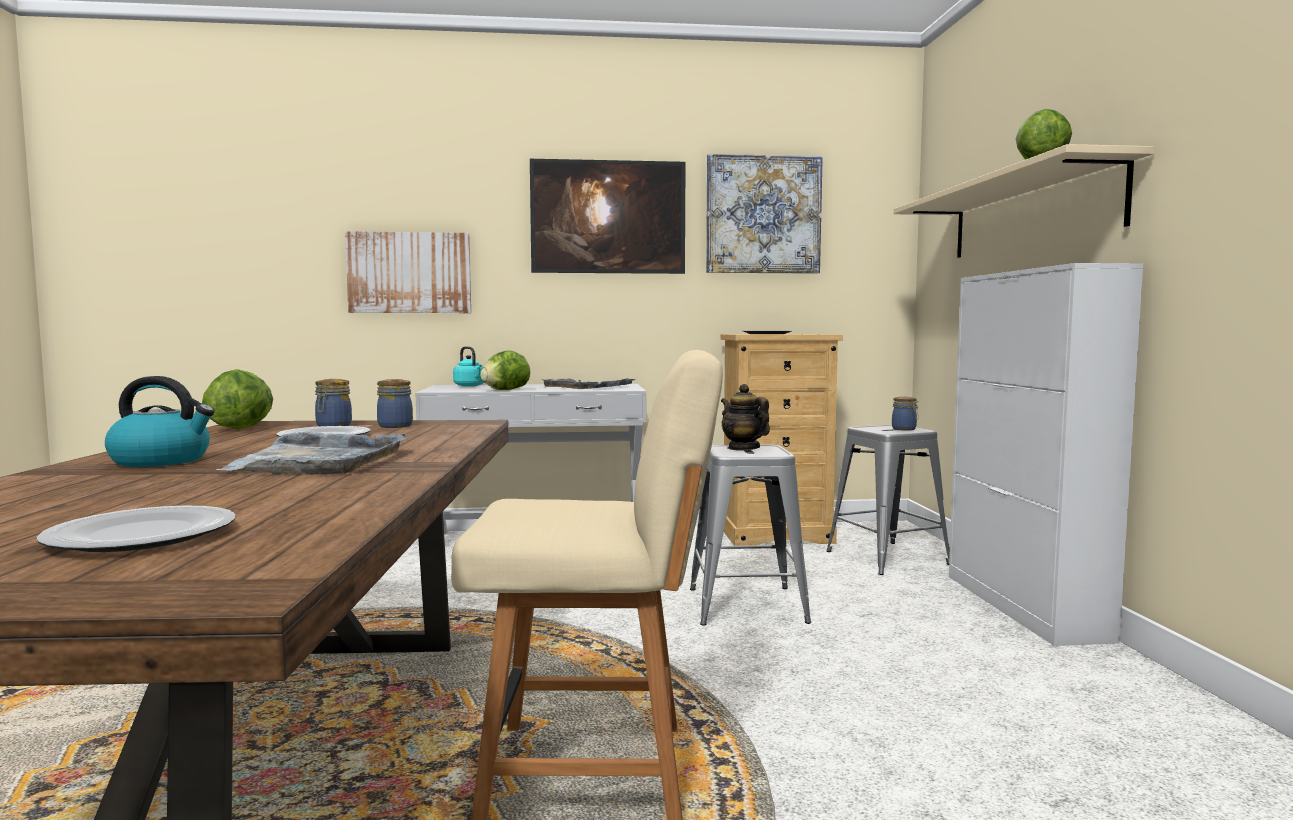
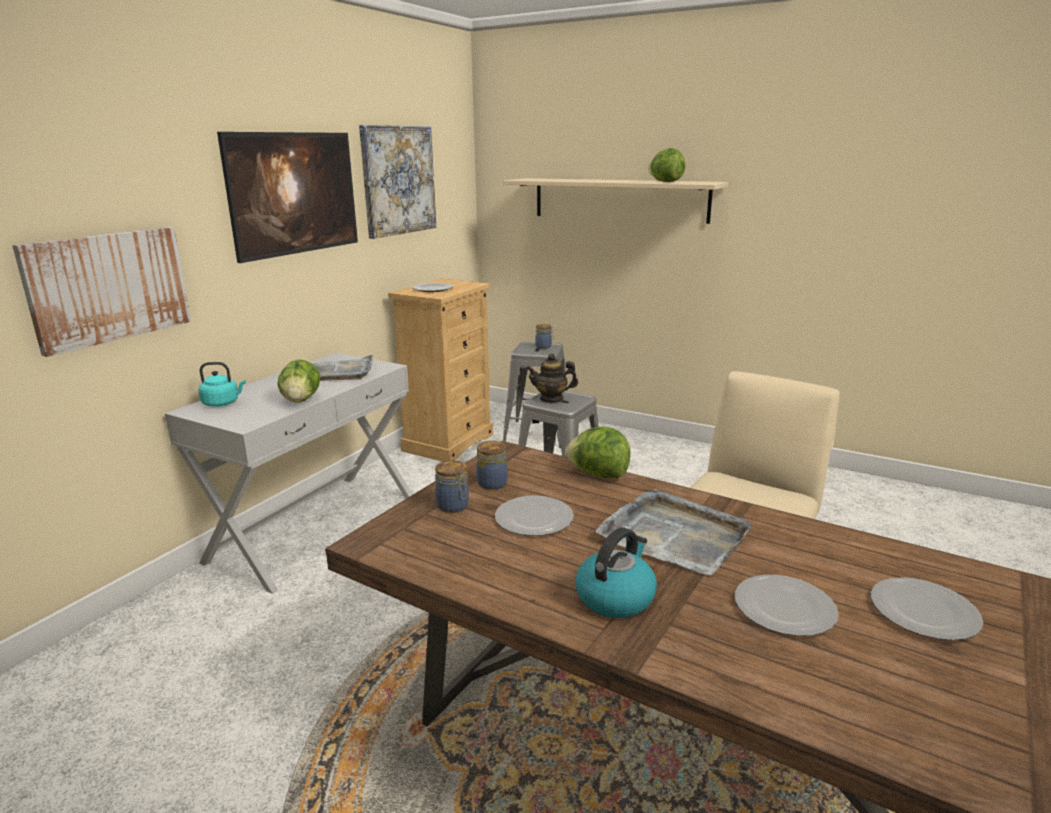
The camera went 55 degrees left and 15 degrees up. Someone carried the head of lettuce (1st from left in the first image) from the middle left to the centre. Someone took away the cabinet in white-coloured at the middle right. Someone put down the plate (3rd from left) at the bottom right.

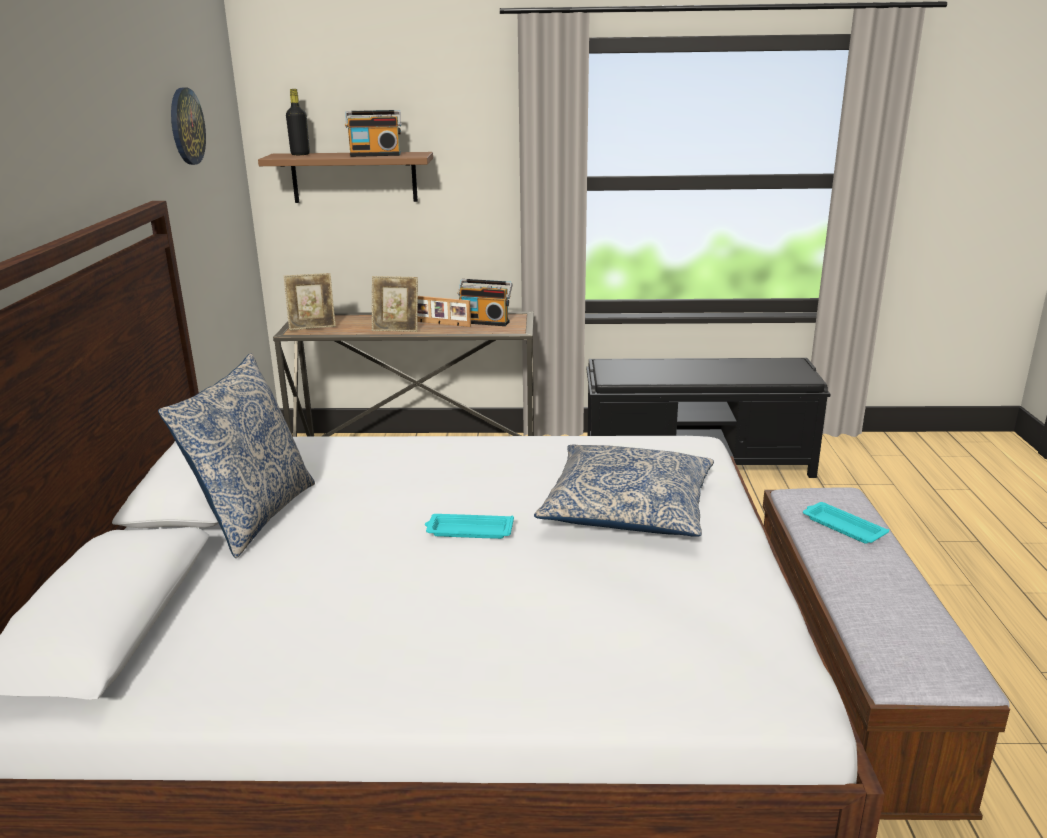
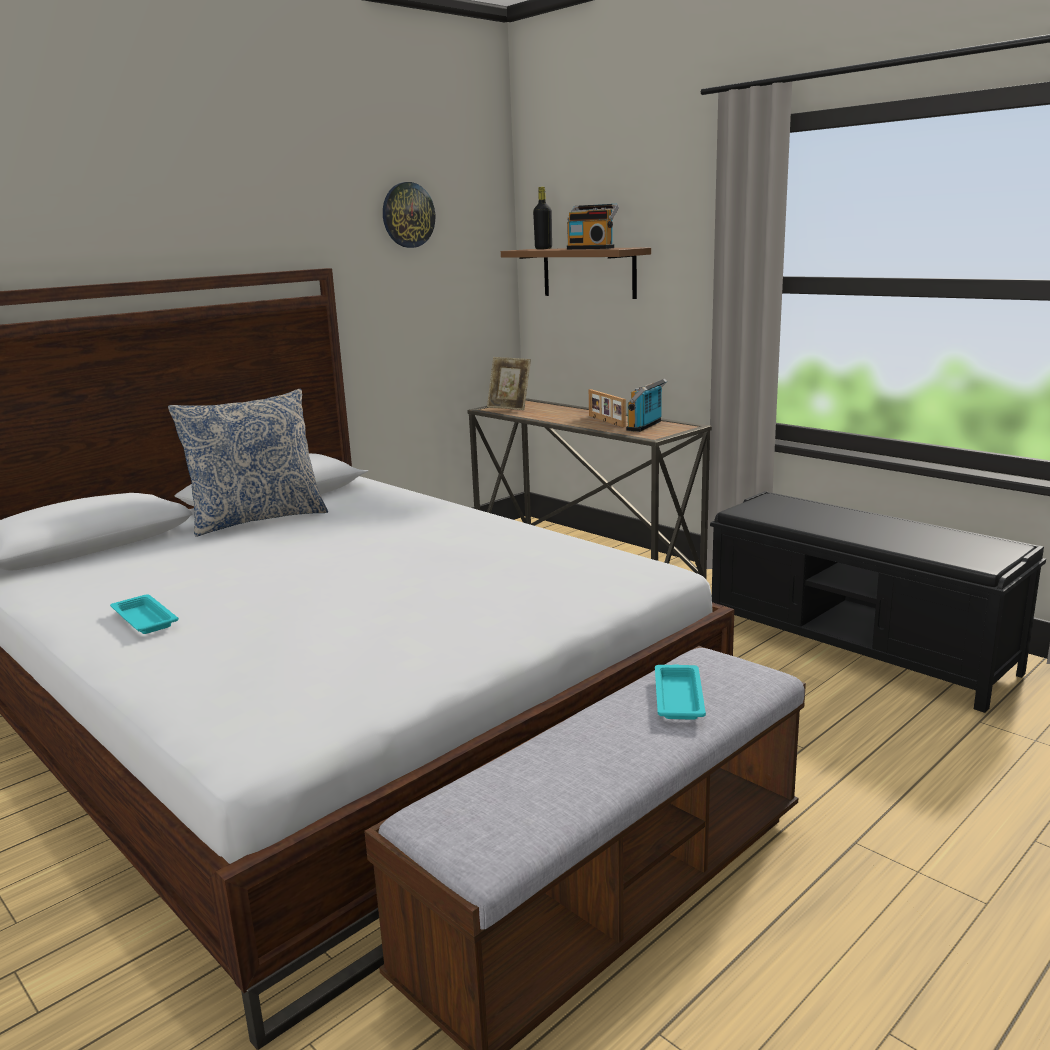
The camera went 45 degrees right and 5 degrees down. Someone took away the photo frame (2nd from left) at the centre. Someone carried the serving tray in turquoise (1st from left) from the centre to the middle left. Someone rotated the radio set (2nd from left) at the centre by 60 degrees clockwise. Someone took away the pillow (2nd from left) at the centre.

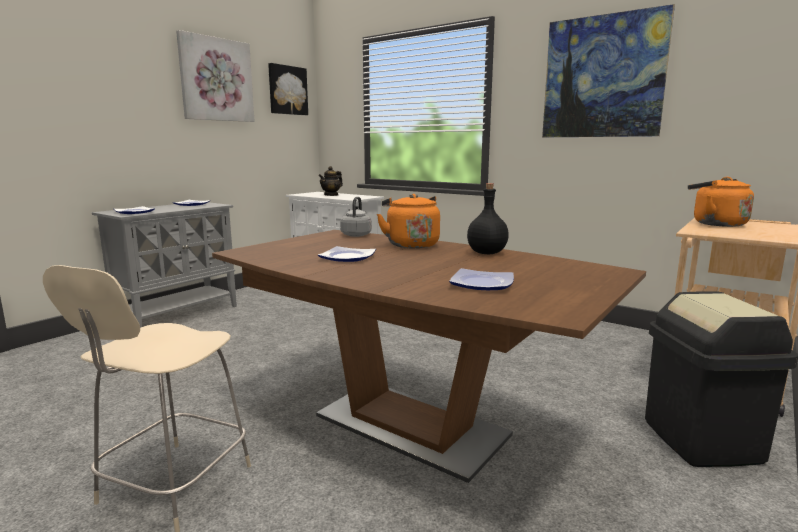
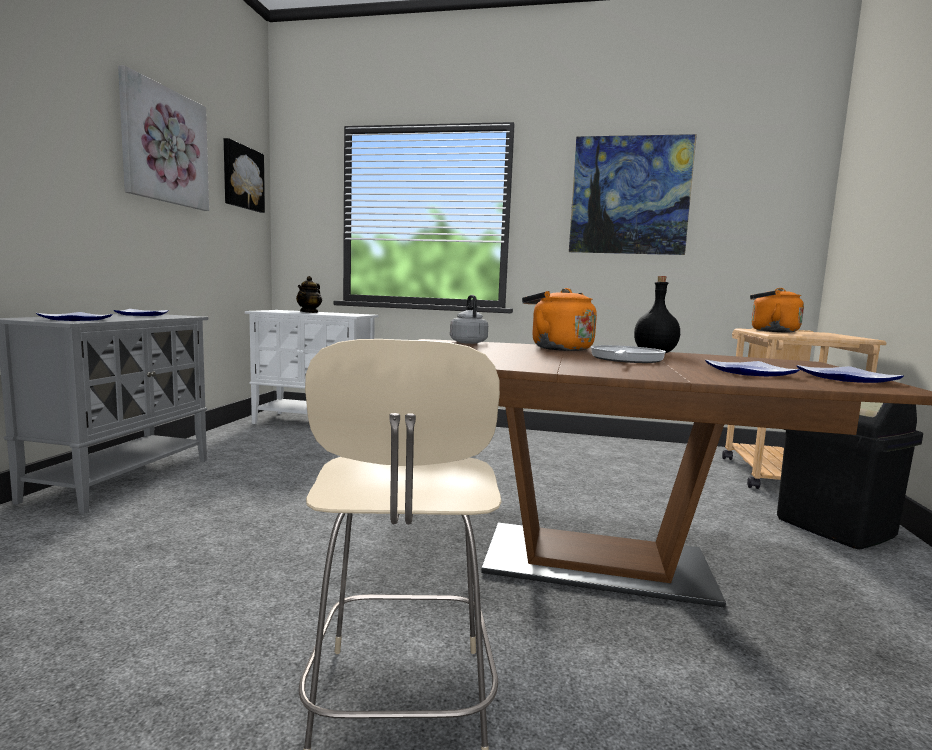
The camera went 25 degrees left and 5 degrees down. Someone carried the plate (3rd from left in the first image) from the centre to the middle right. Someone put down the pan at the middle right.

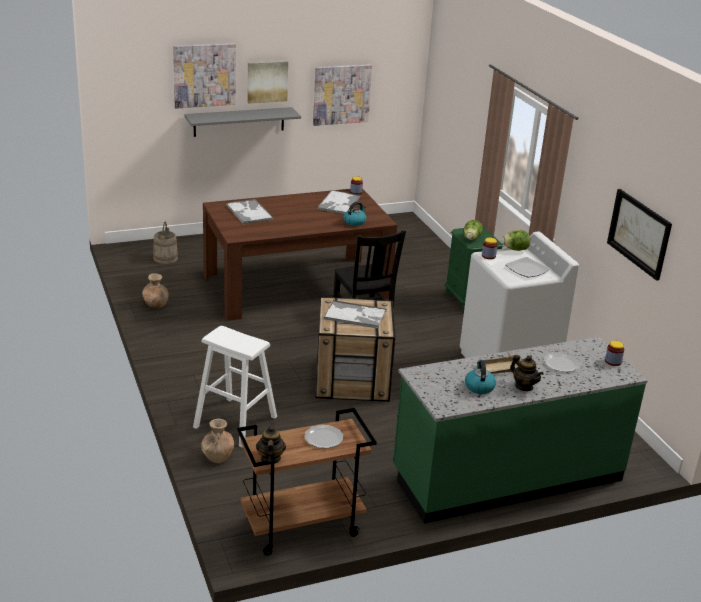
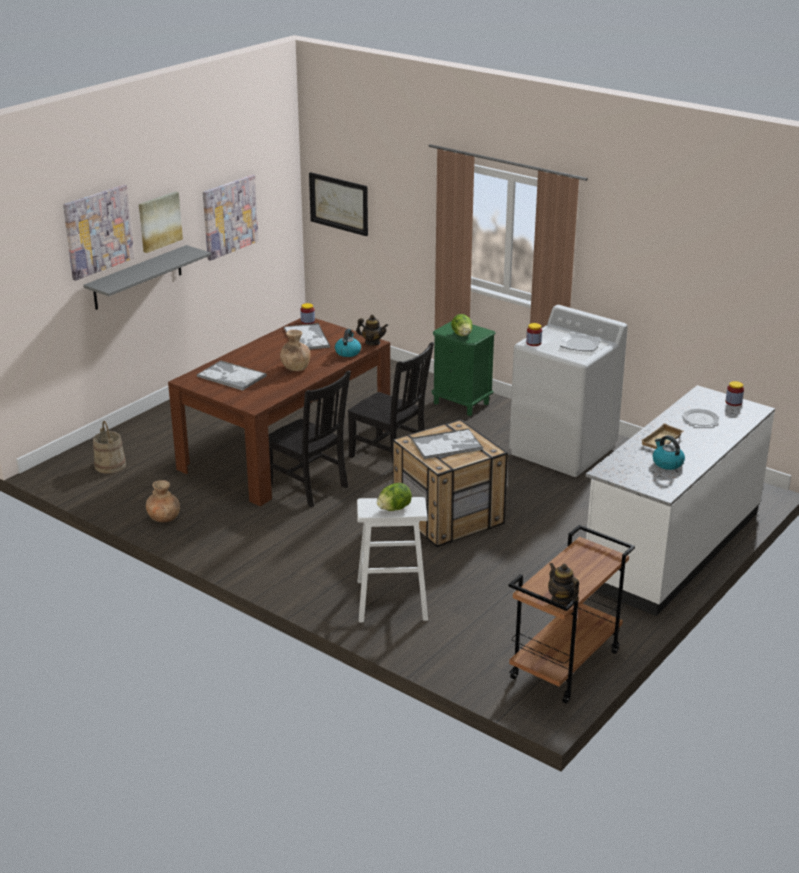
The camera went 30 degrees left and 0 degrees up. Someone carried the flower vase in brownish (2nd from left) from the bottom left to the centre. Someone took away the plate (1st from left) at the bottom centre. Someone repainted the kitchen counter in green at the bottom right, which became the kitchen counter in white-coloured at the middle right. Someone carried the head of lettuce (2nd from left in the first image) from the middle right to the centre. Someone carried the tea pot (2nd from left in the first image) from the middle right to the centre. Someone carried the wall art (4th from left) from the middle right to the top centre. Someone put down the chair in black-coloured (1st from left) at the centre.

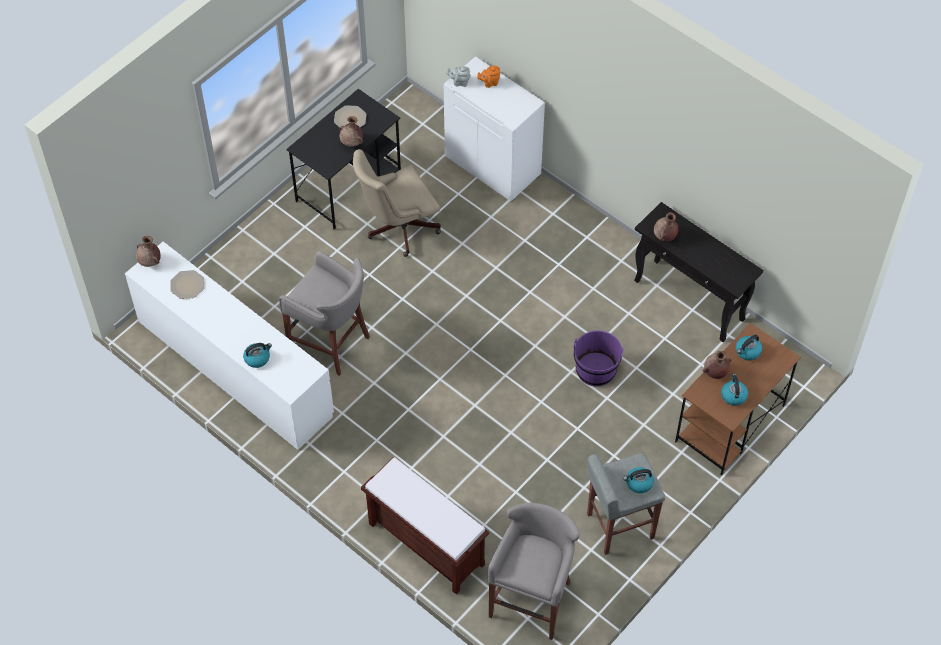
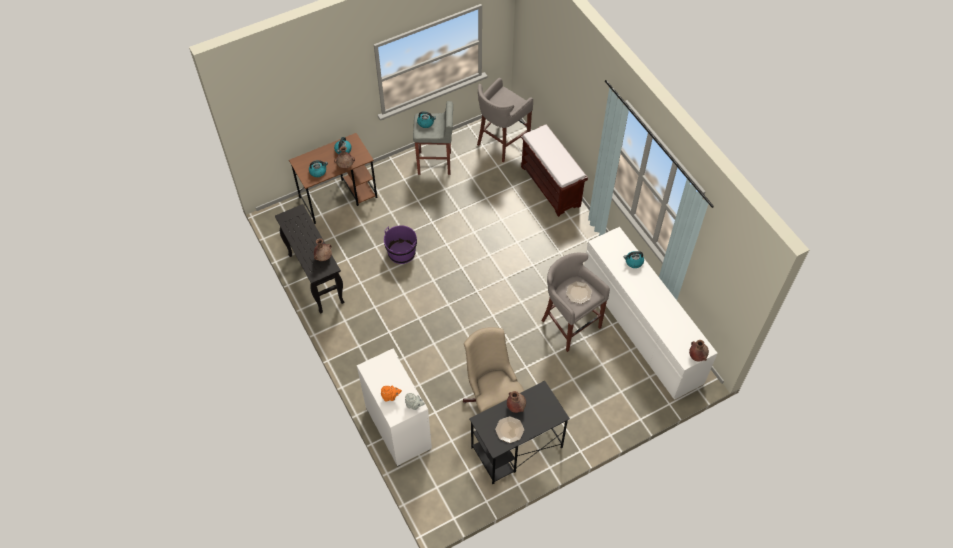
The camera went 160 degrees left and 0 degrees up. Someone carried the plate (1st from left in the first image) from the middle left to the centre. Someone rotated the computer chair in sand-coloured at the top centre by 105 degrees counterclockwise.

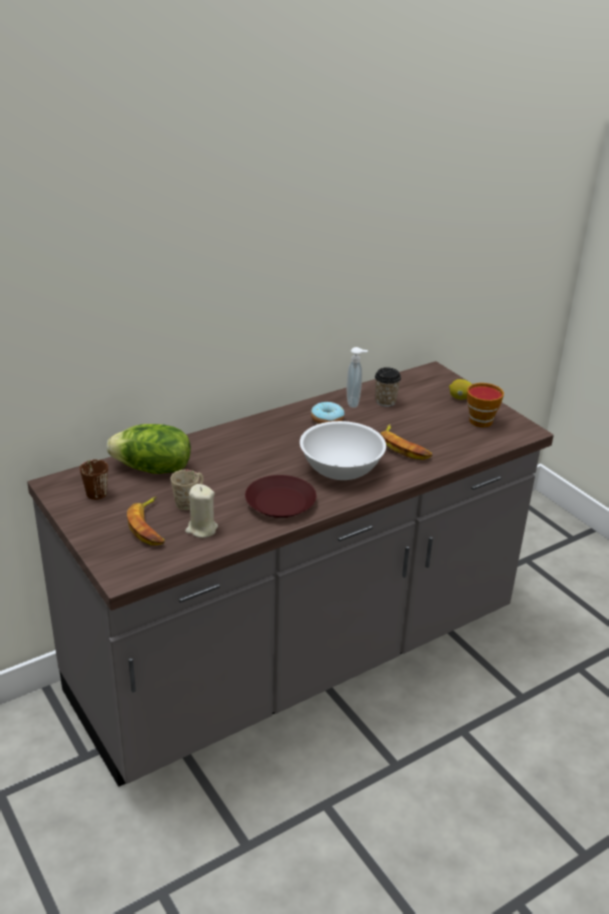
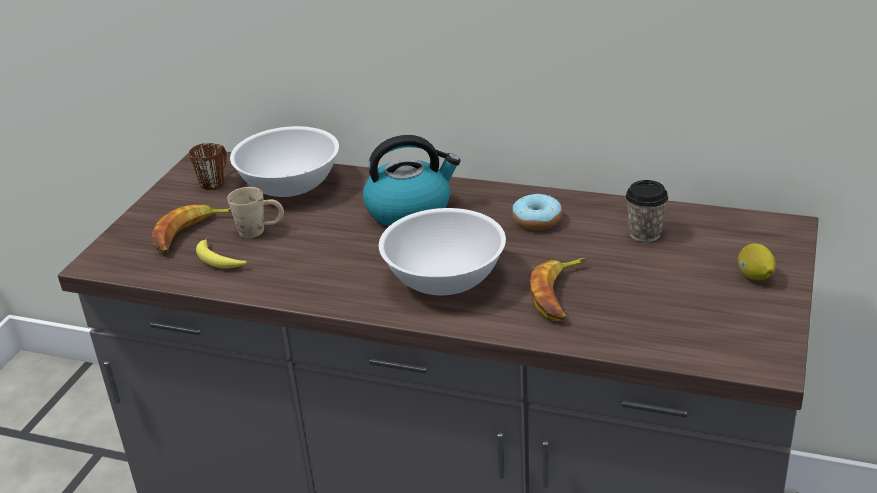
The camera went 55 degrees right and 0 degrees up. Someone swapped the head of lettuce at the middle left for the deep dish in white-coloured (1st from left) at the top left. Someone swapped the candle in sand-coloured at the middle left for the whole banana (2nd from left) at the middle left. Someone took away the plate in brownish at the centre. Someone took away the soap dispenser at the centre. Someone took away the cup (2nd from left) at the middle right. Someone put down the water kettle at the centre.

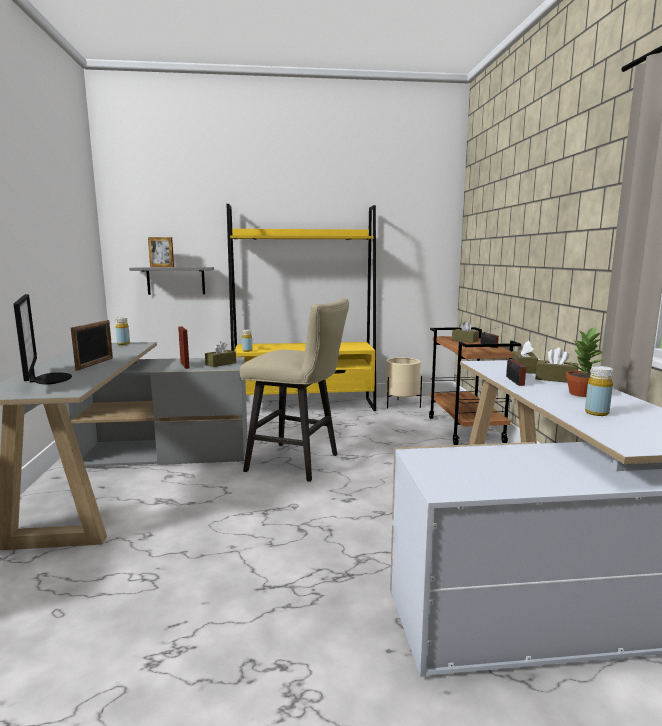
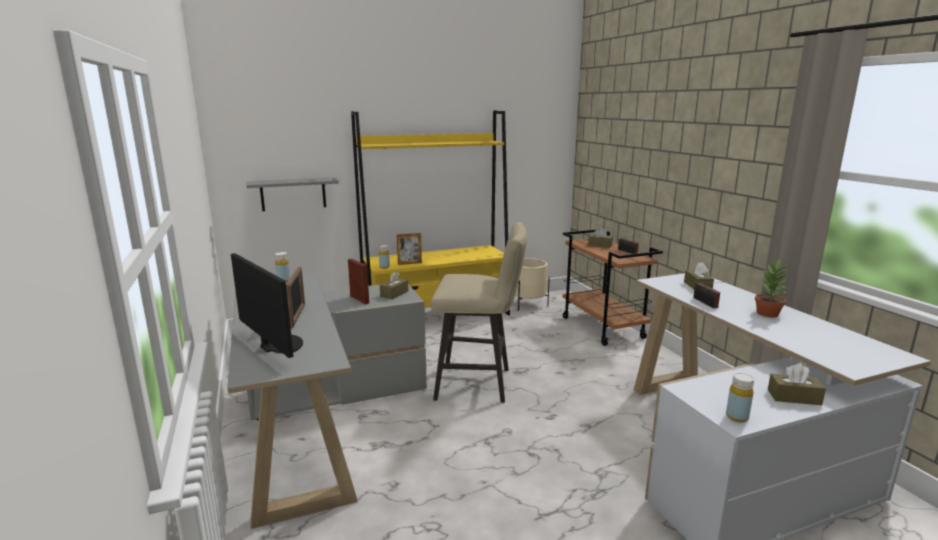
The camera went 15 degrees left and 5 degrees up. Someone carried the photo frame (2nd from left in the first image) from the middle left to the centre. Someone carried the tissue holder in brownish (4th from left) from the middle right to the bottom right. Someone carried the beverage bottle in yellow (3rd from left) from the middle right to the bottom right.

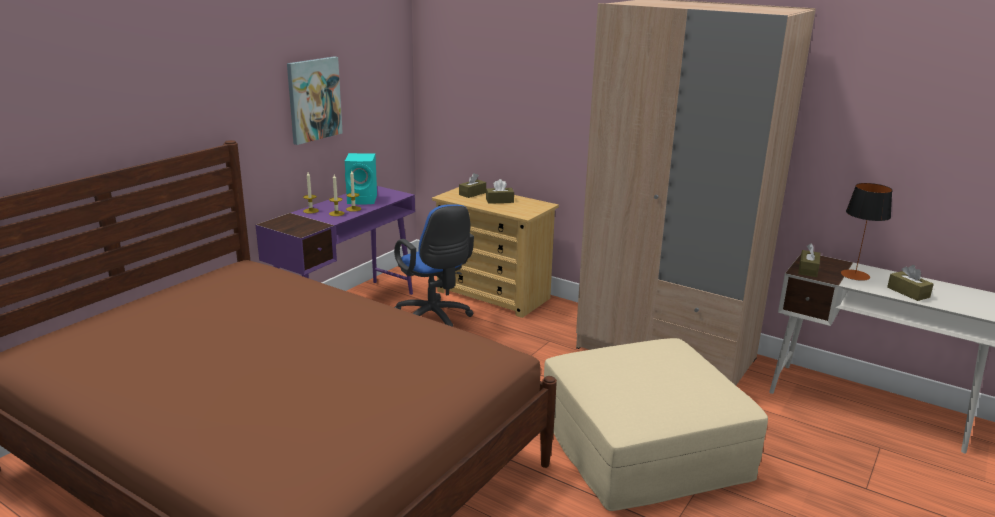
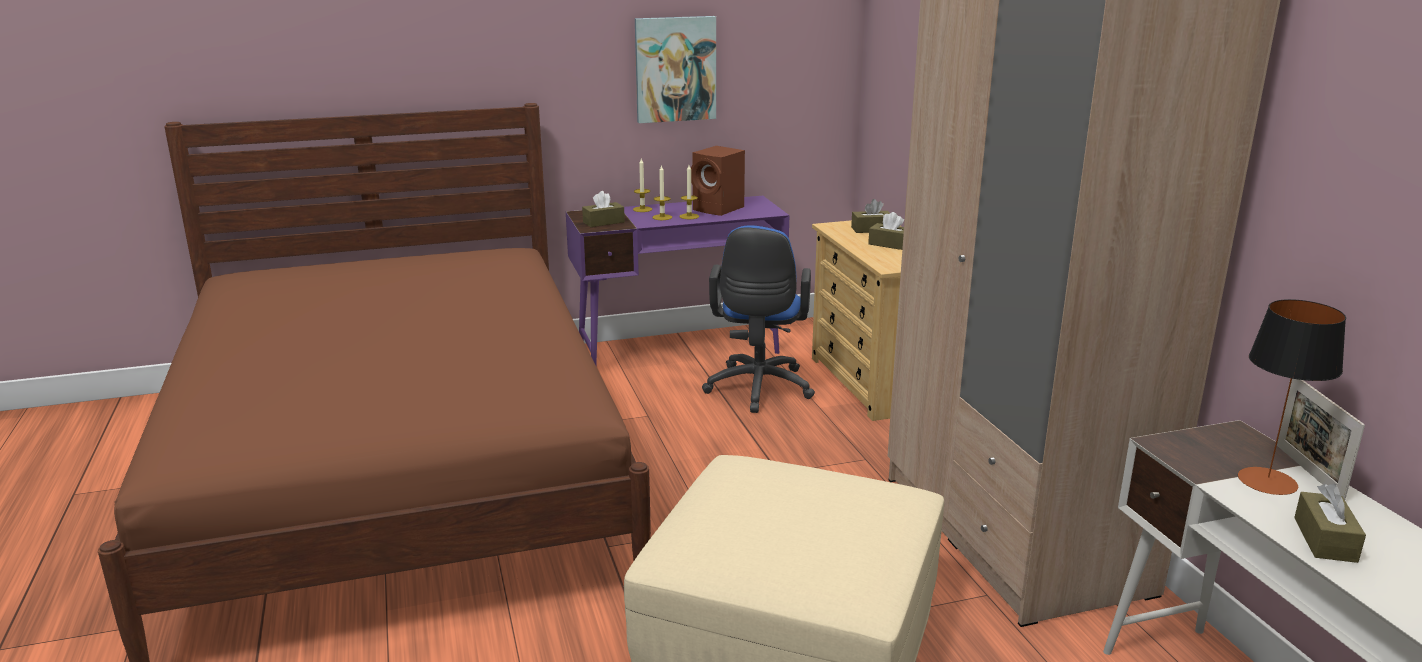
The camera went 40 degrees right and 0 degrees up. Someone repainted the speaker in turquoise at the centre, which became the speaker in brownish at the top centre. Someone carried the tissue holder in brownish (3rd from left in the first image) from the middle right to the top centre. Someone put down the photo frame at the middle right.

